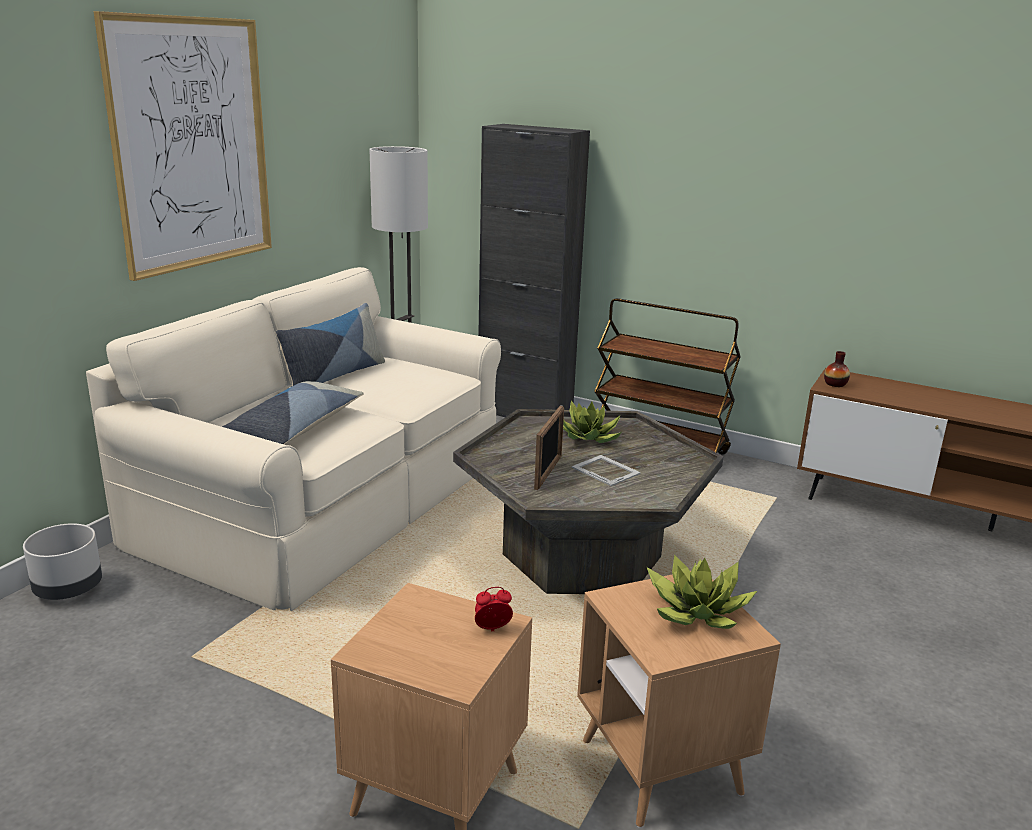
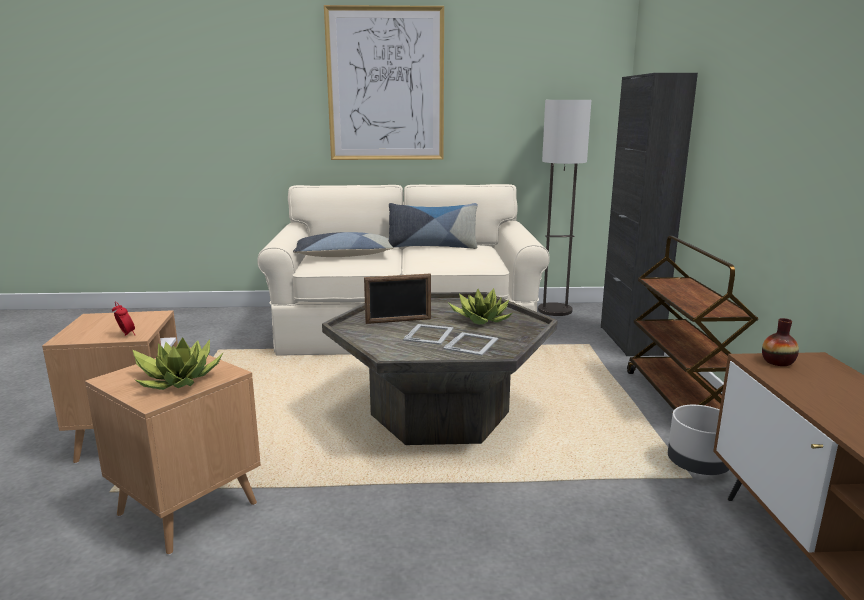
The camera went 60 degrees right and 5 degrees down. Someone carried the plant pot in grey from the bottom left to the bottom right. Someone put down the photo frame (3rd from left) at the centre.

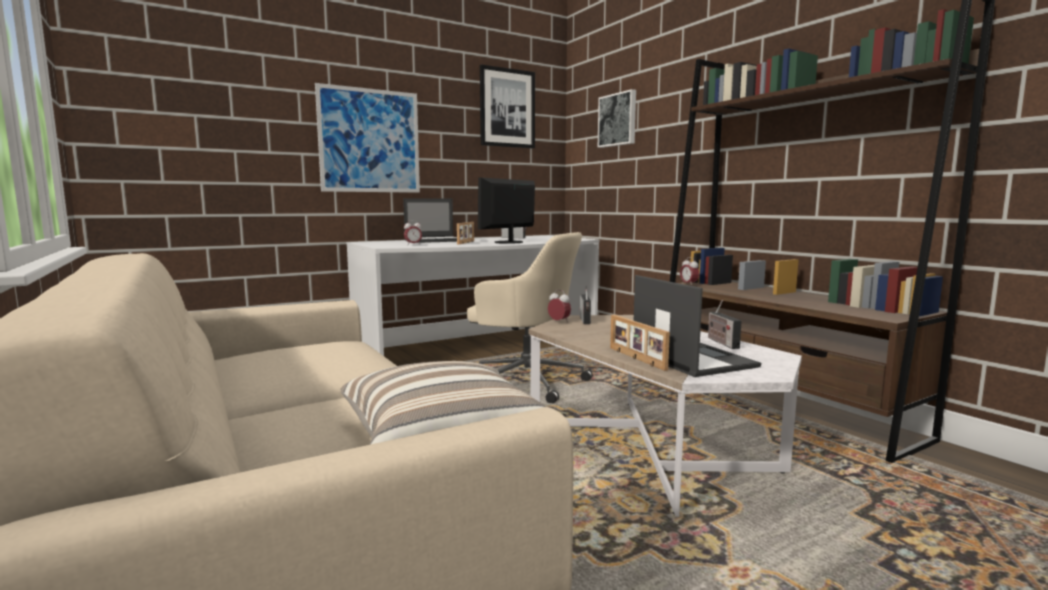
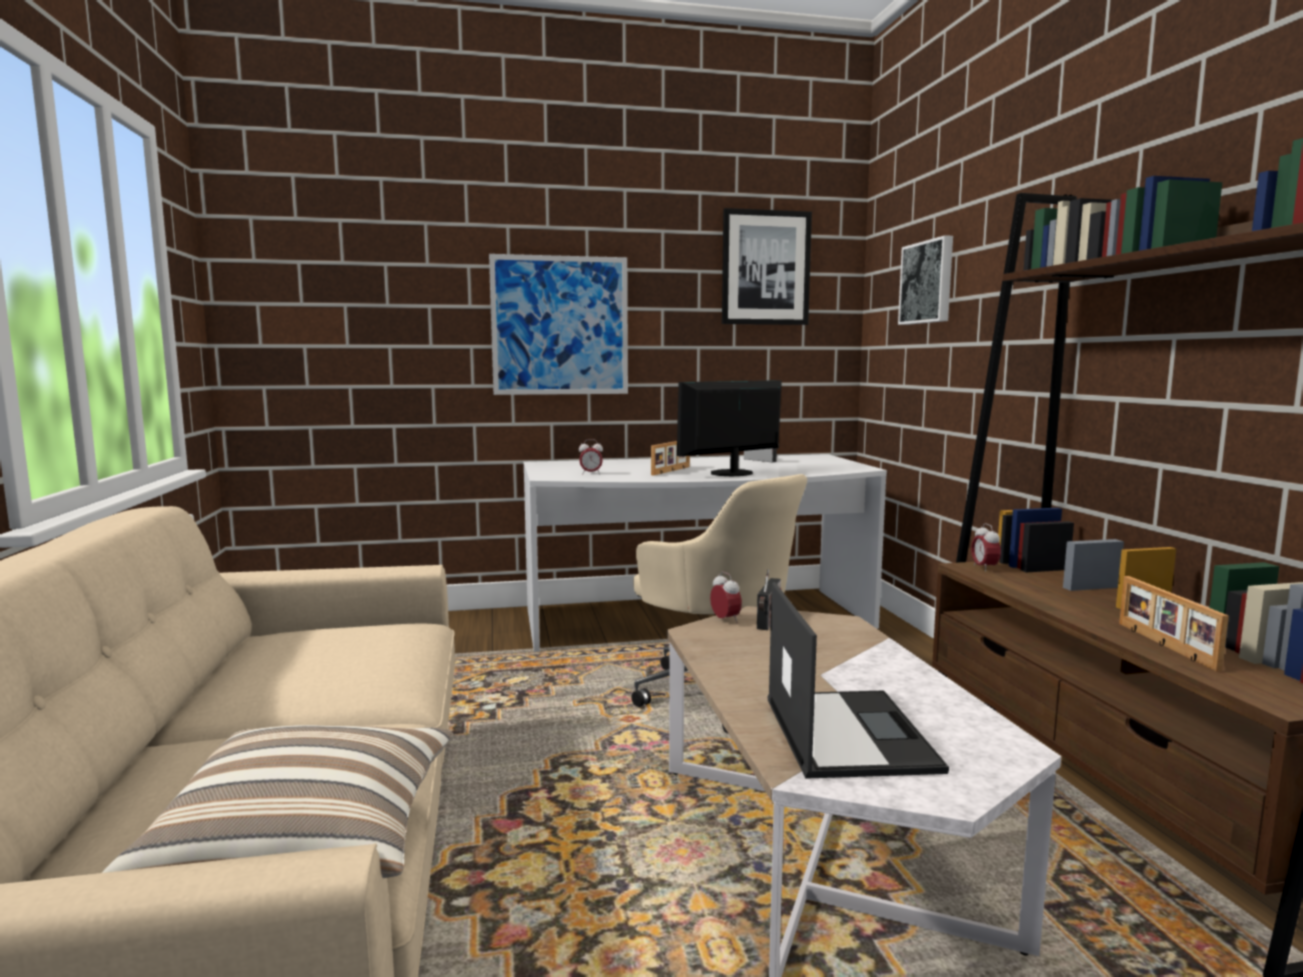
The camera went 20 degrees right and 0 degrees up. Someone took away the notebook computer (1st from left) at the centre. Someone carried the photo frame (2nd from left) from the centre to the middle right. Someone took away the radio set (3rd from left) at the middle right.

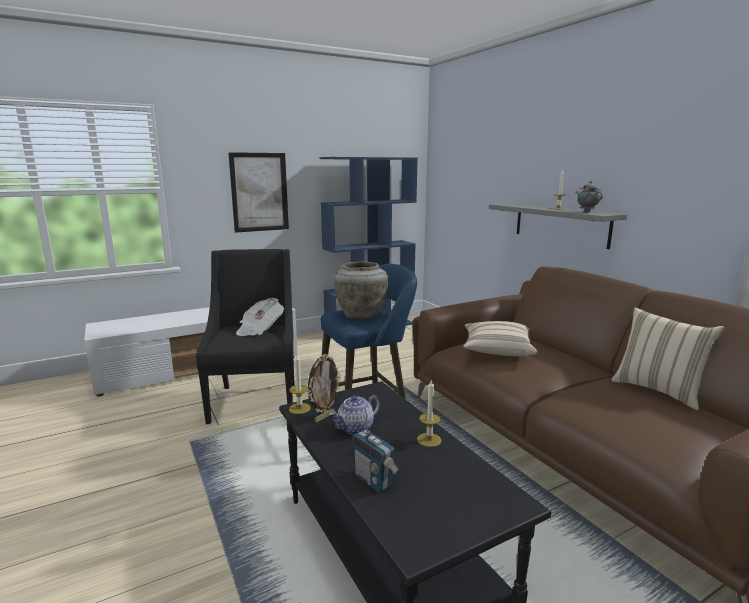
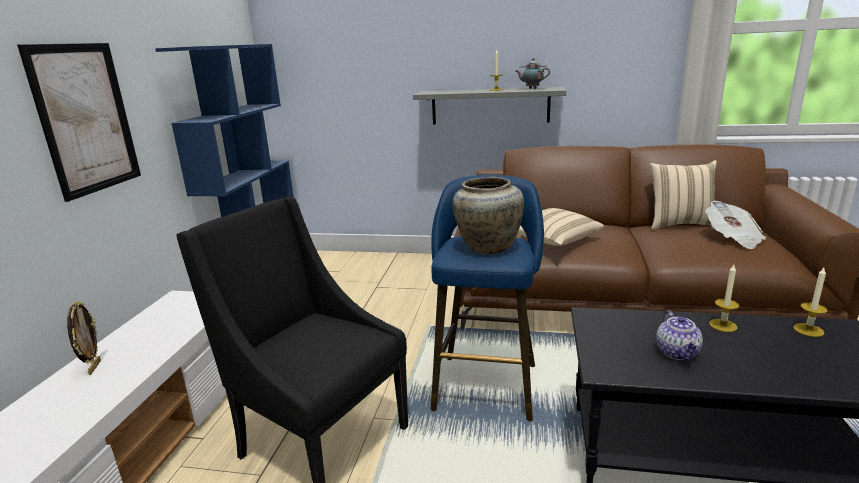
The camera went 50 degrees left and 5 degrees up. Someone carried the printed paper from the centre to the middle right. Someone carried the candle (1st from left in the first image) from the centre to the middle right. Someone carried the photo frame from the centre to the bottom left. Someone took away the radio set at the bottom centre.

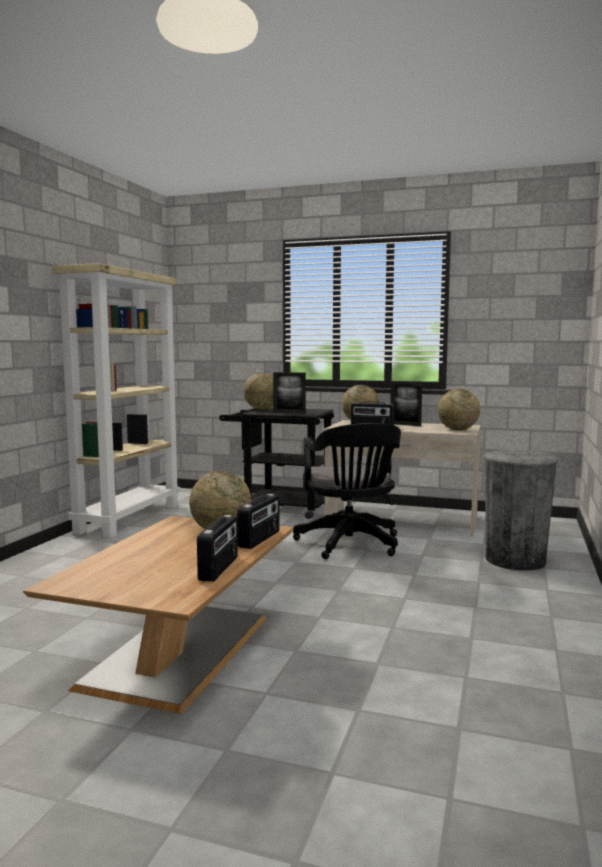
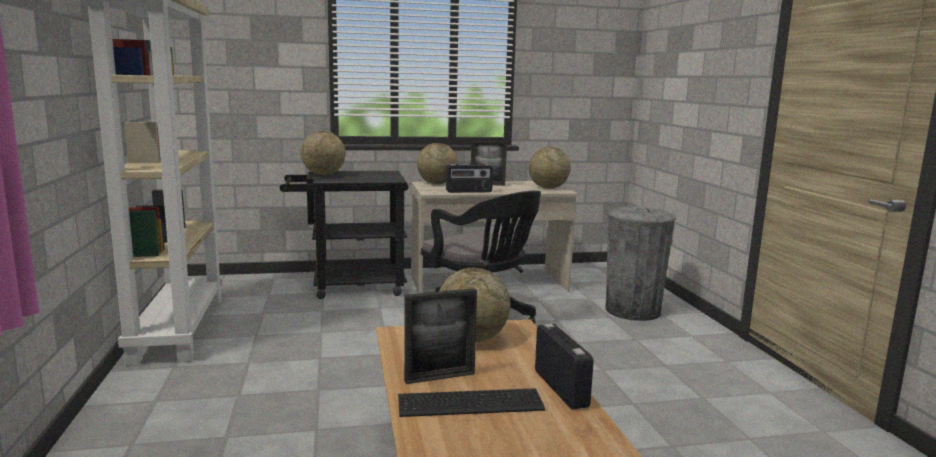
The camera went 30 degrees left and 5 degrees up. Someone took away the radio set (2nd from left) at the centre. Someone carried the photo frame (1st from left) from the centre to the bottom centre. Someone put down the keyboard at the bottom centre.

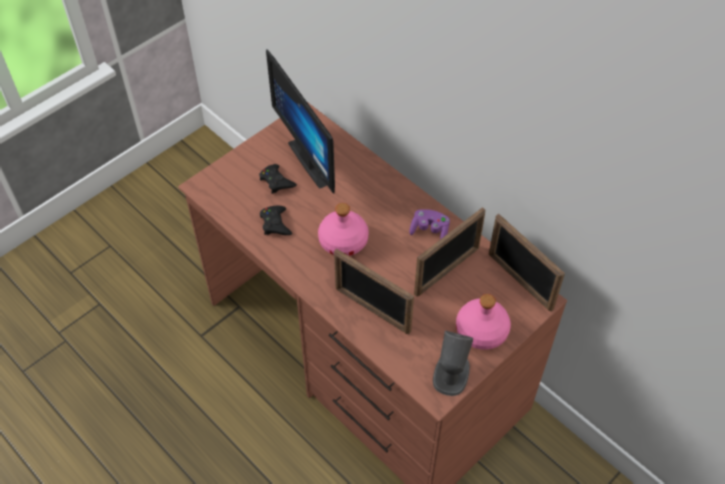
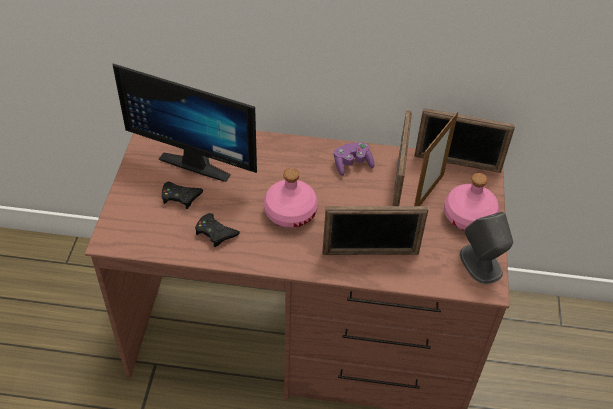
The camera went 40 degrees left and 5 degrees down. Someone put down the photo frame (3rd from left) at the middle right.

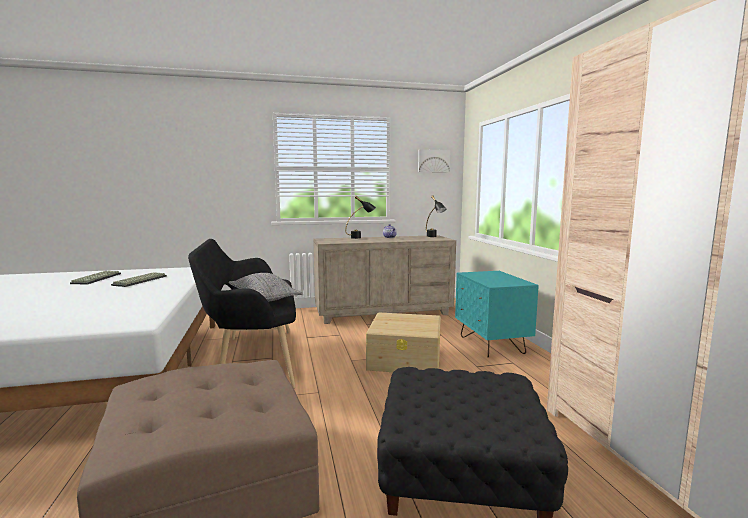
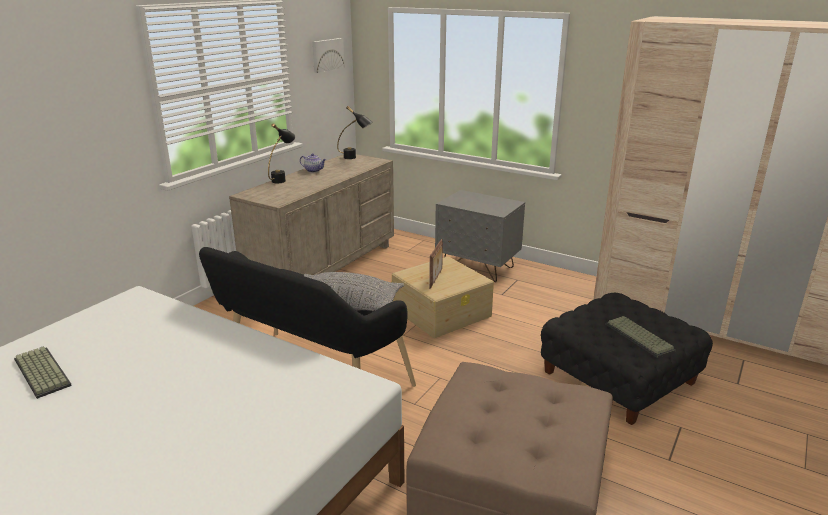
The camera went 45 degrees left and 15 degrees up. Someone carried the keyboard (2nd from left) from the middle left to the middle right. Someone repainted the nightstand in turquoise at the centre, which became the nightstand in grey at the centre. Someone put down the photo frame at the centre.

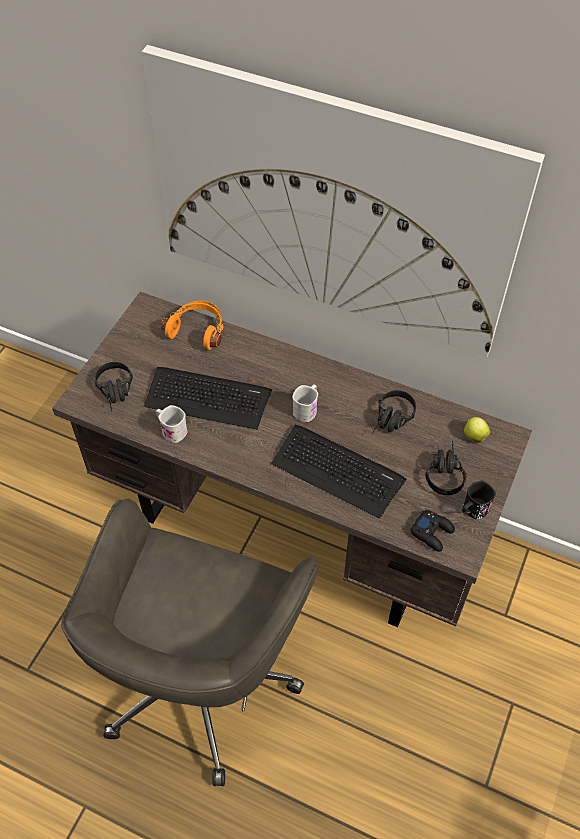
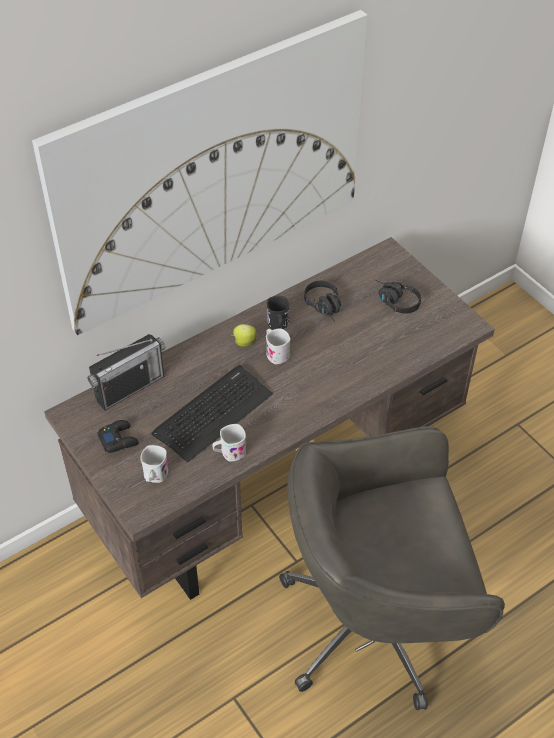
The camera went 60 degrees left and 5 degrees down. Someone rotated the computer chair in grey at the bottom left by 120 degrees clockwise. Someone swapped the headphones in black-coloured (1st from left) at the middle left for the coffee mug in white-coloured (1st from left) at the middle left. Someone swapped the headphones in orange at the middle left for the radio set at the middle left. Someone took away the keyboard (2nd from left) at the centre. Someone carried the joypad in black-coloured from the middle right to the middle left. Someone carried the coffee mug in black-coloured from the middle right to the centre. Someone carried the apple fruit from the middle right to the centre.

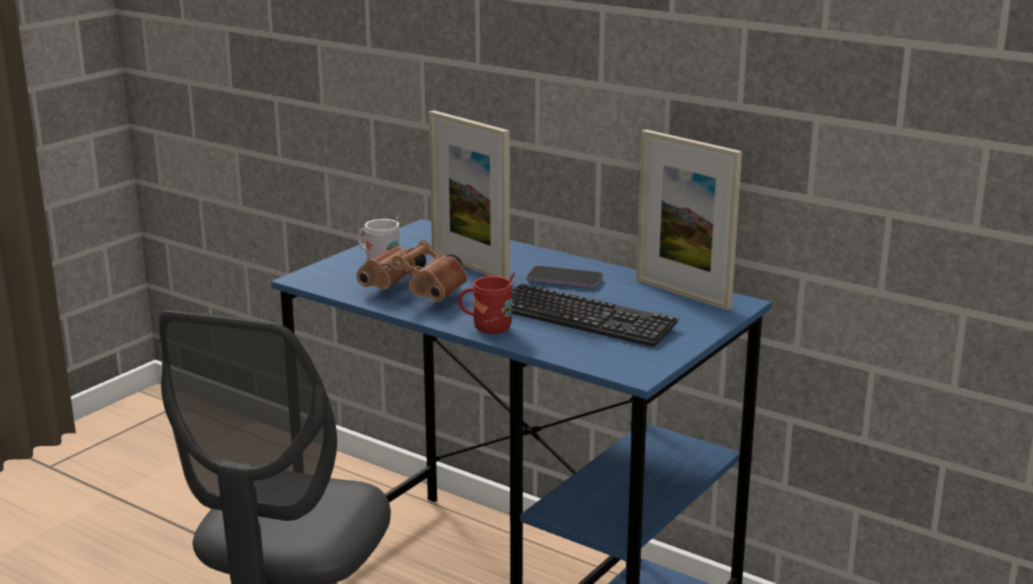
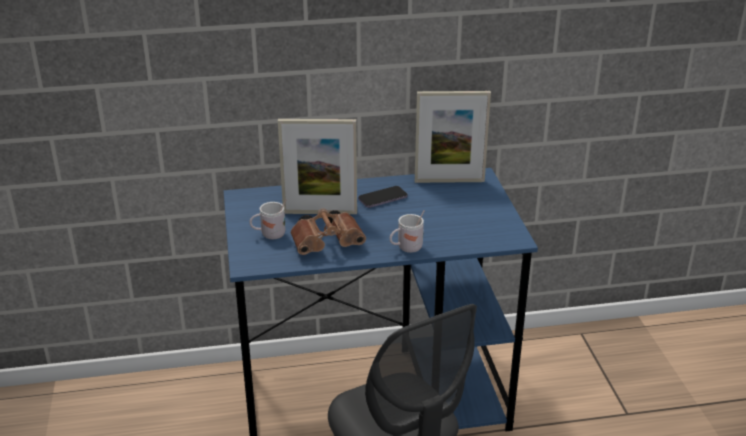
The camera went 45 degrees left and 10 degrees up. Someone repainted the coffee mug in red at the centre, which became the coffee mug in white-coloured (2nd from left) at the centre. Someone took away the keyboard at the centre.

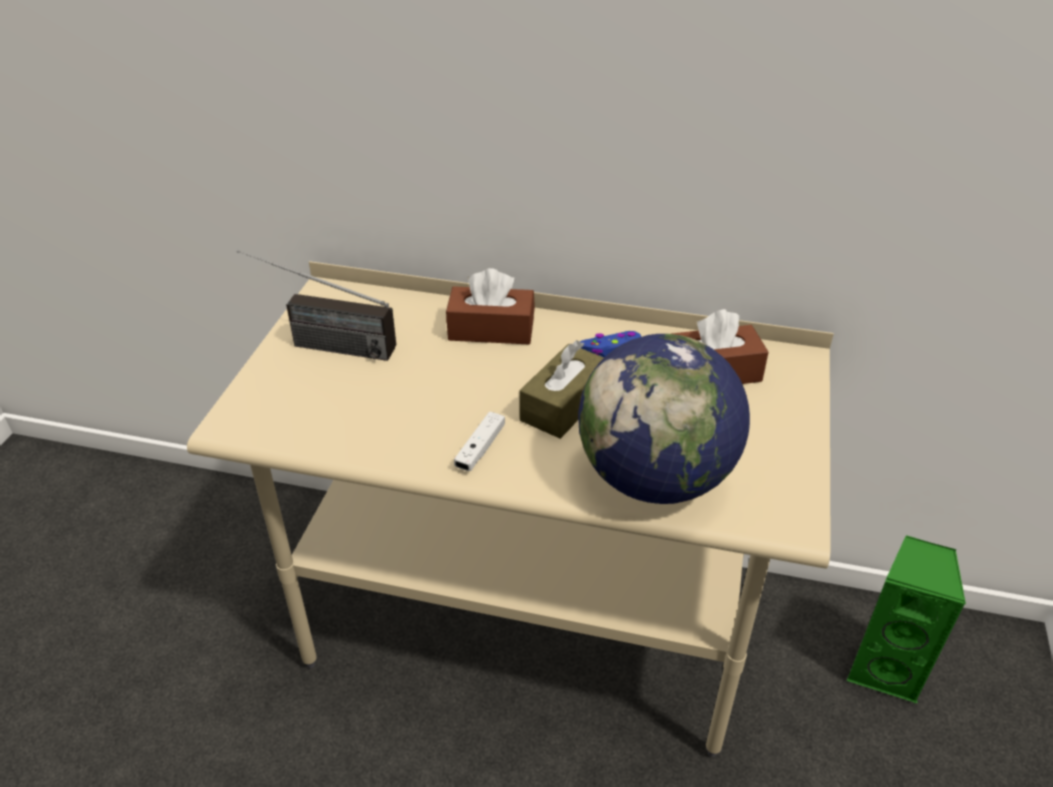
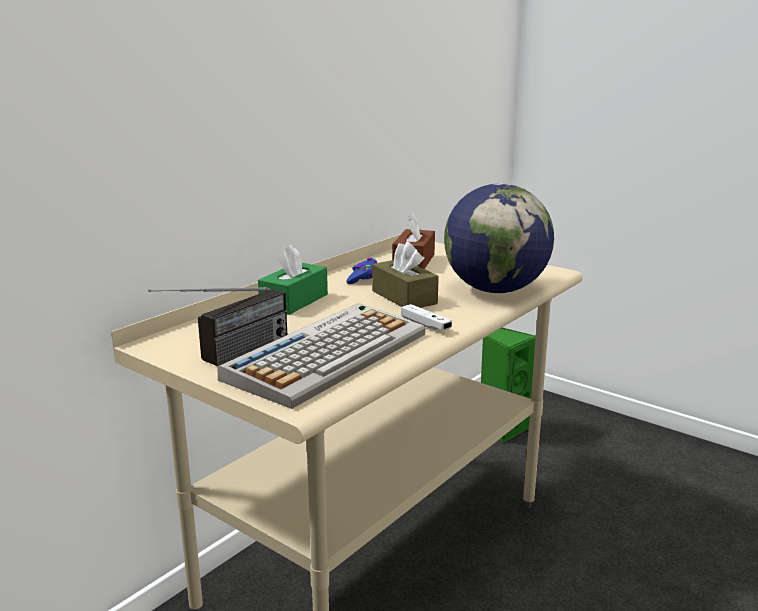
The camera went 65 degrees left and 20 degrees down. Someone repainted the tissue holder in brownish (1st from left) at the centre, which became the tissue holder in green at the centre. Someone put down the keyboard at the centre.

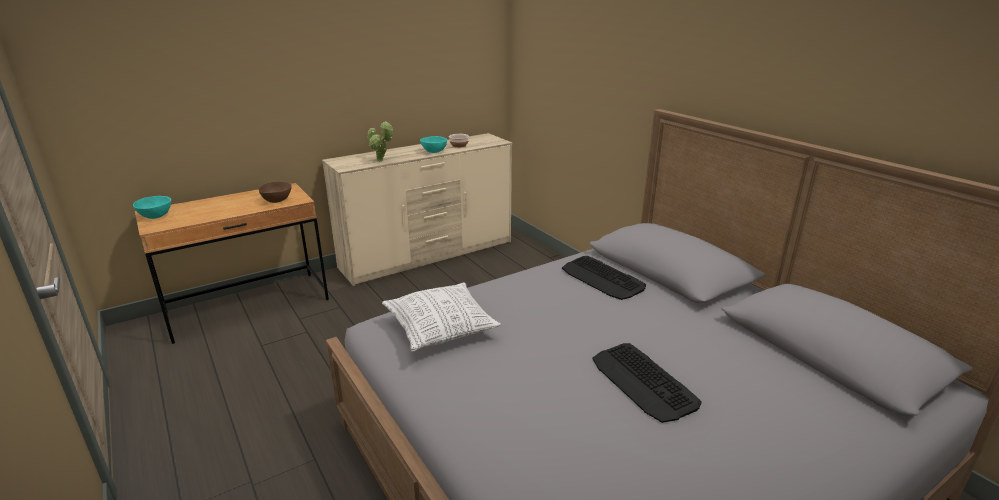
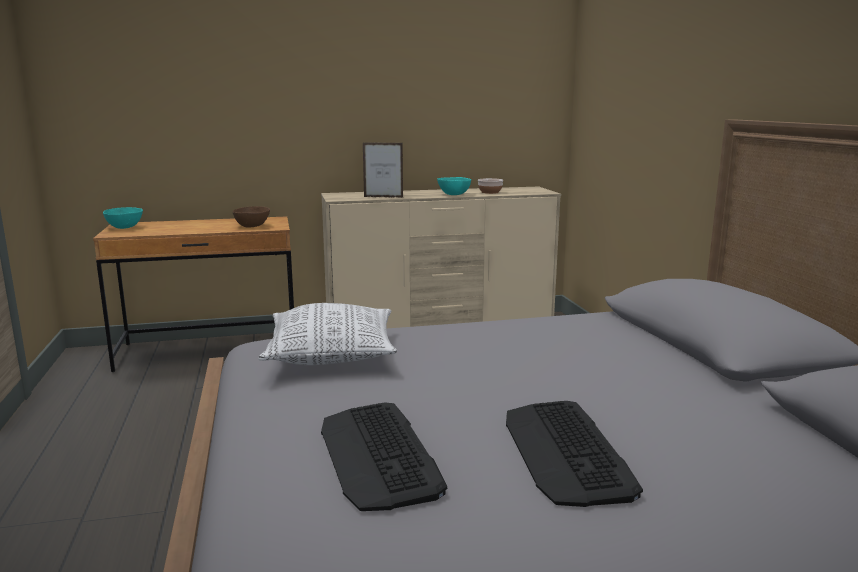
The camera went 20 degrees right and 10 degrees down. Someone swapped the potted plant at the top centre for the photo frame at the top centre. Someone carried the keyboard (1st from left) from the centre to the bottom centre.

